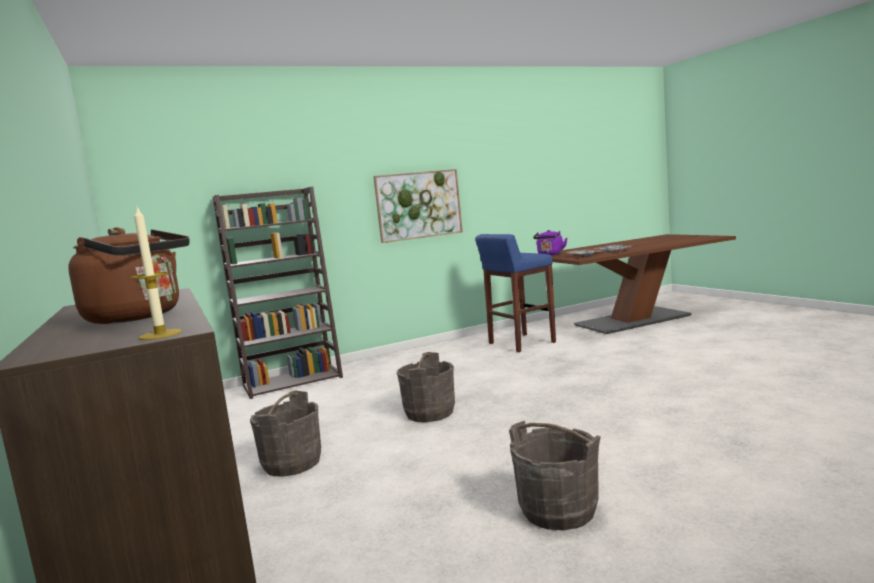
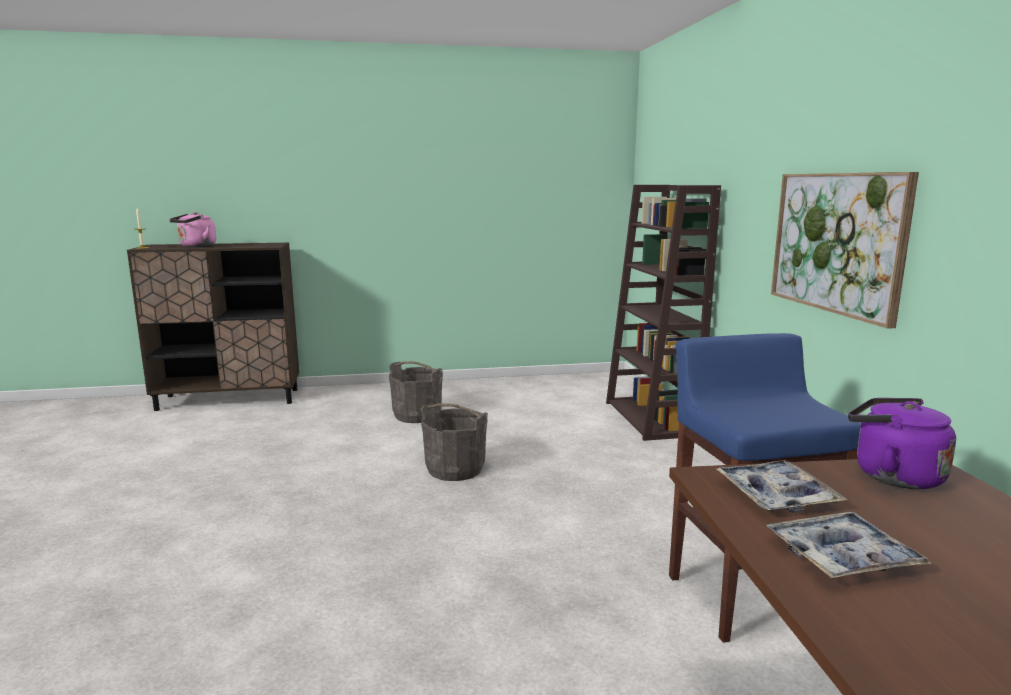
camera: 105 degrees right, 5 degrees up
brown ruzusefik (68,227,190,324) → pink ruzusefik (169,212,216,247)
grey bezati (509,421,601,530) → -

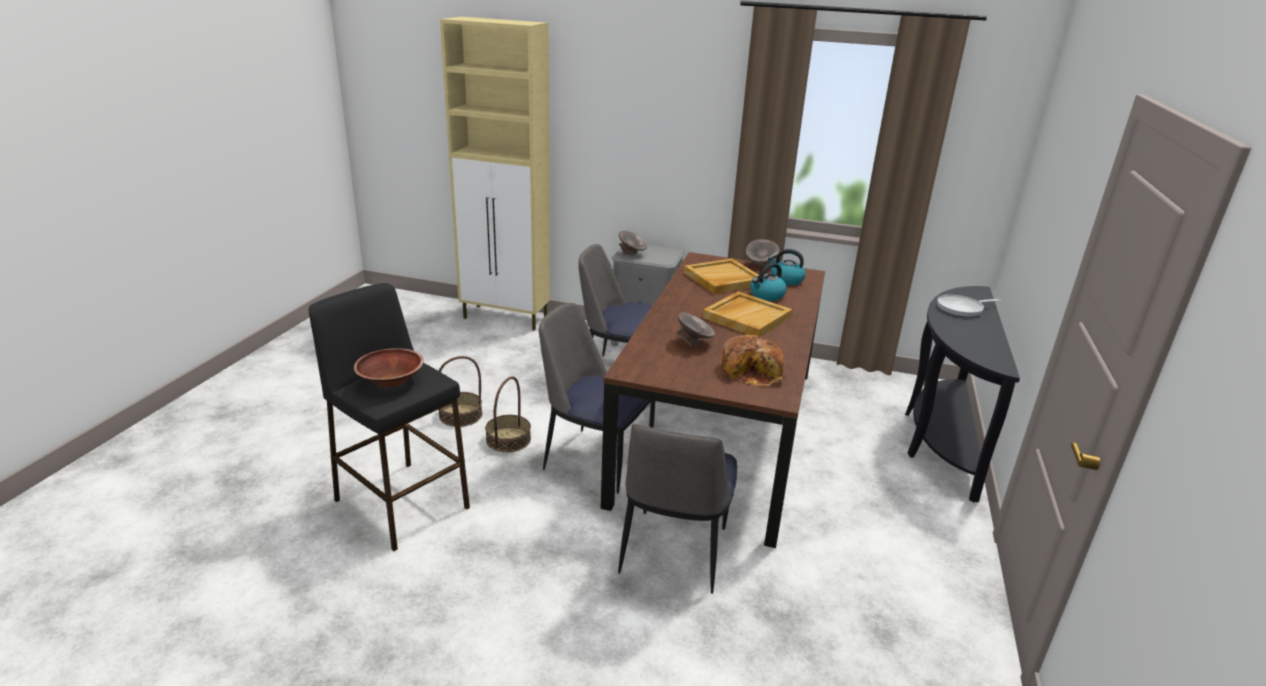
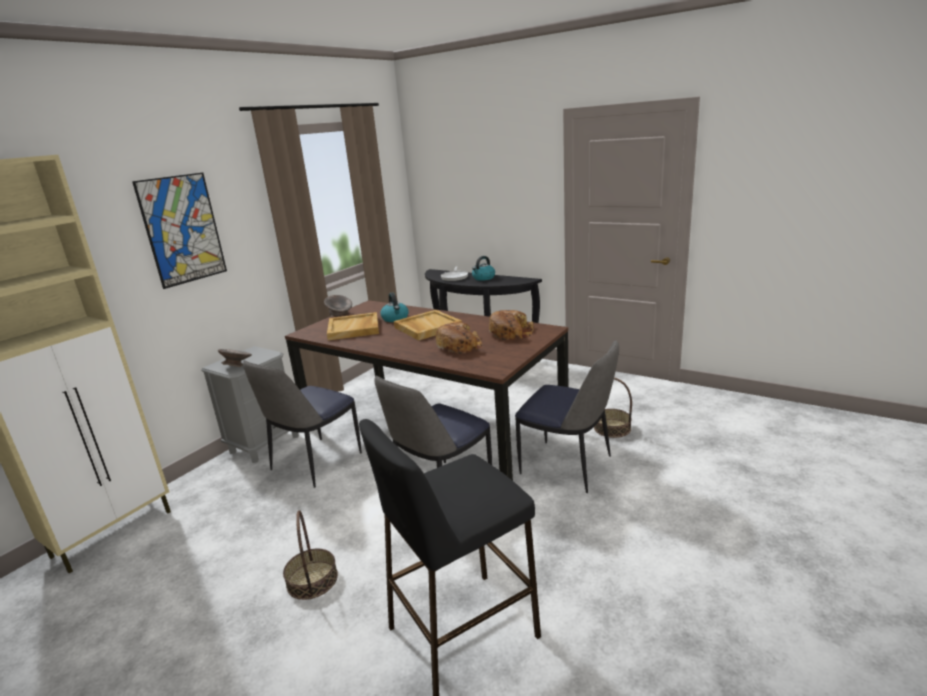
camera: 70 degrees left, 5 degrees down
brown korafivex (354,348,424,388) → -
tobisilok (485,377,531,452) → tobisilok (594,377,632,438), shifted
grey korafivex (676,312,715,346) → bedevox (436,322,483,354)
ruzusefik (768,249,806,285) → ruzusefik (472,256,495,281), shifted
- → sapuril (132,172,227,289)

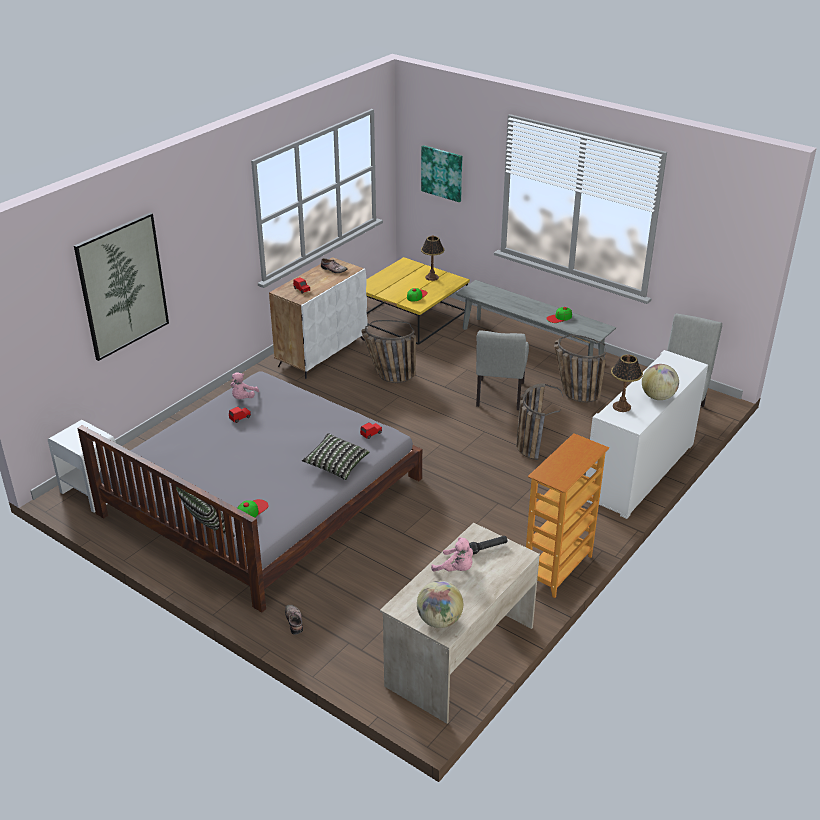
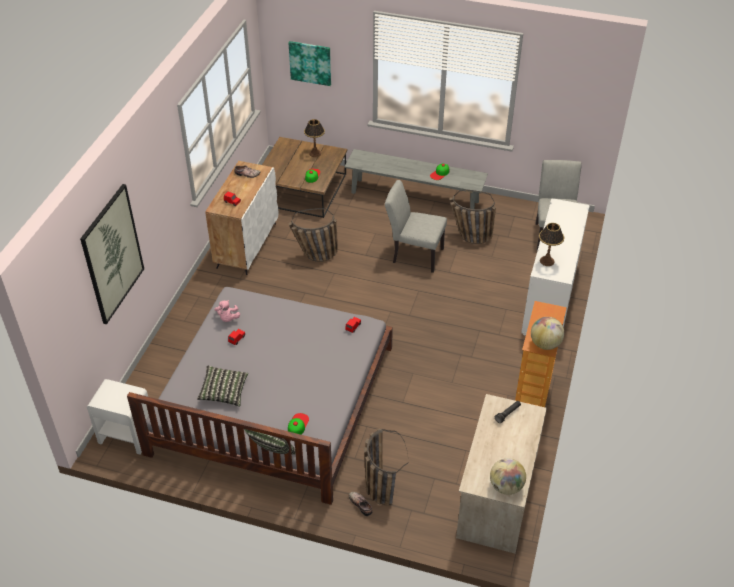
camera: 20 degrees left, 10 degrees up
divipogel (302,433,370,480) → divipogel (197,365,248,407), shifted
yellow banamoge (366,257,470,345) → brown banamoge (262,137,347,218)
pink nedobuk (431,537,473,572) → -
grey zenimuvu (476,330,529,410) → grey zenimuvu (385,180,447,273), 120 degrees clockwise
tobisilok (516,383,563,460) → tobisilok (364,429,408,506), shifted
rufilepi (642,364,679,400) → rufilepi (531,317,564,350), shifted

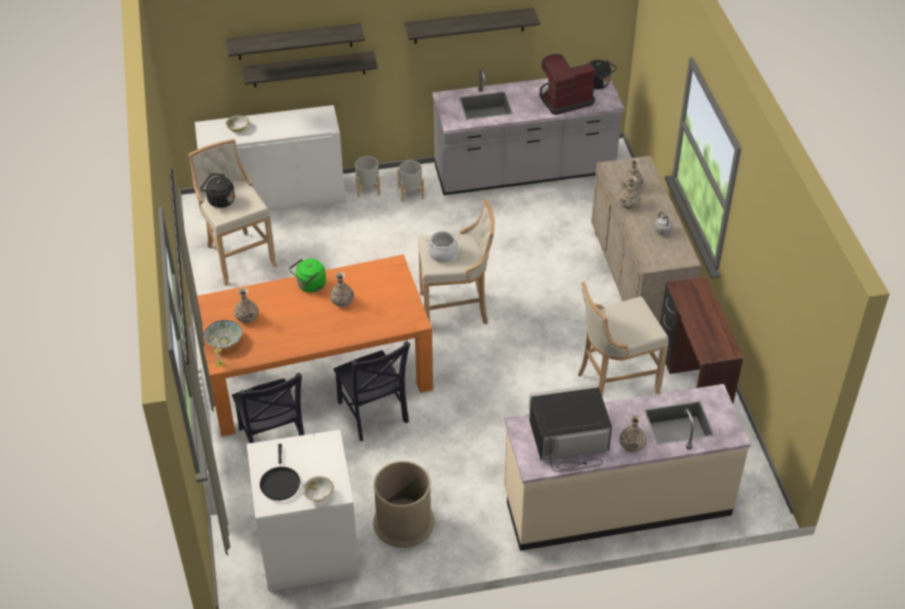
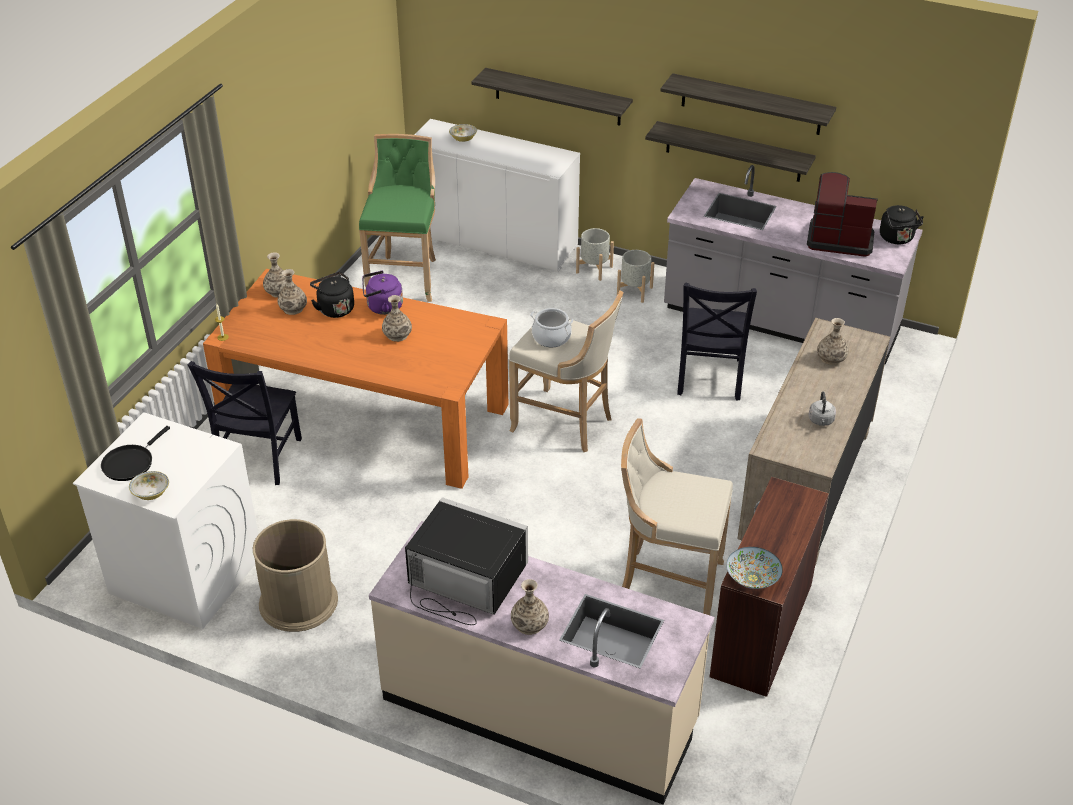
camera: 35 degrees right, 5 degrees down
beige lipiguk (188,139,277,286) → green lipiguk (359,134,436,302)
black ruzusefik (200,173,235,208) → black ruzusefik (310,272,354,318), shifted
korafivex (204,320,242,348) → korafivex (727,547,783,589), shifted
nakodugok (226,23,365,60) → nakodugok (645,121,816,182), shifted
green ruzusefik (289,259,326,293) → purple ruzusefik (362,271,403,315)
black zenimuvu (333,341,410,441) → black zenimuvu (677,282,757,401), shifted
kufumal (618,176,641,210) → kufumal (263,252,286,298), shifted

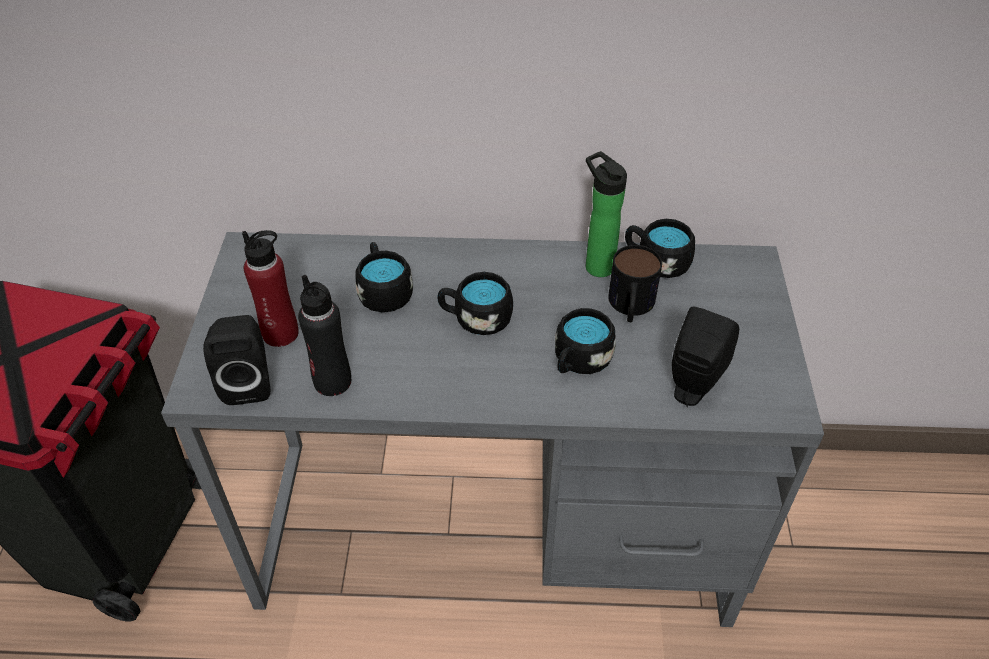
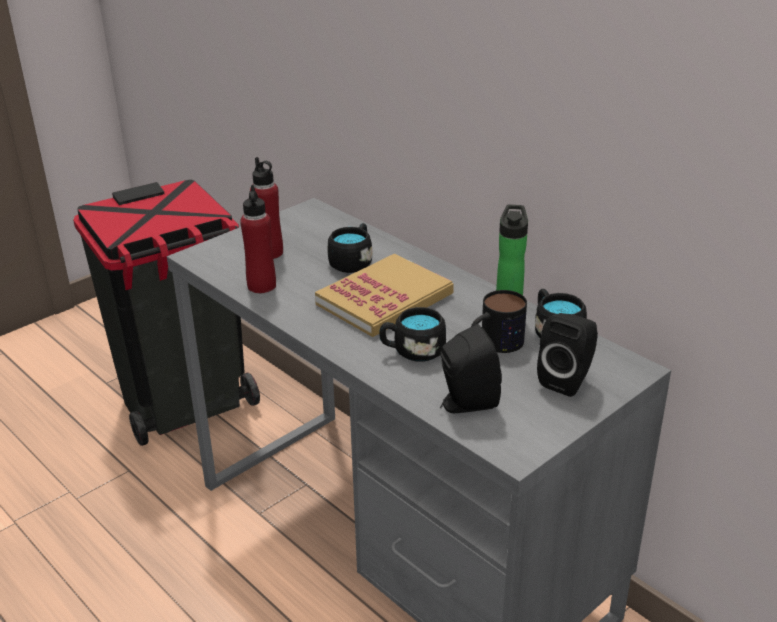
camera: 45 degrees right, 15 degrees down
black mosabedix (203,315,270,405) → black mosabedix (537,313,598,397), shifted
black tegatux (298,274,351,396) → red tegatux (240,185,276,293)
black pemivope (438,272,513,335) → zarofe (315,254,454,337)

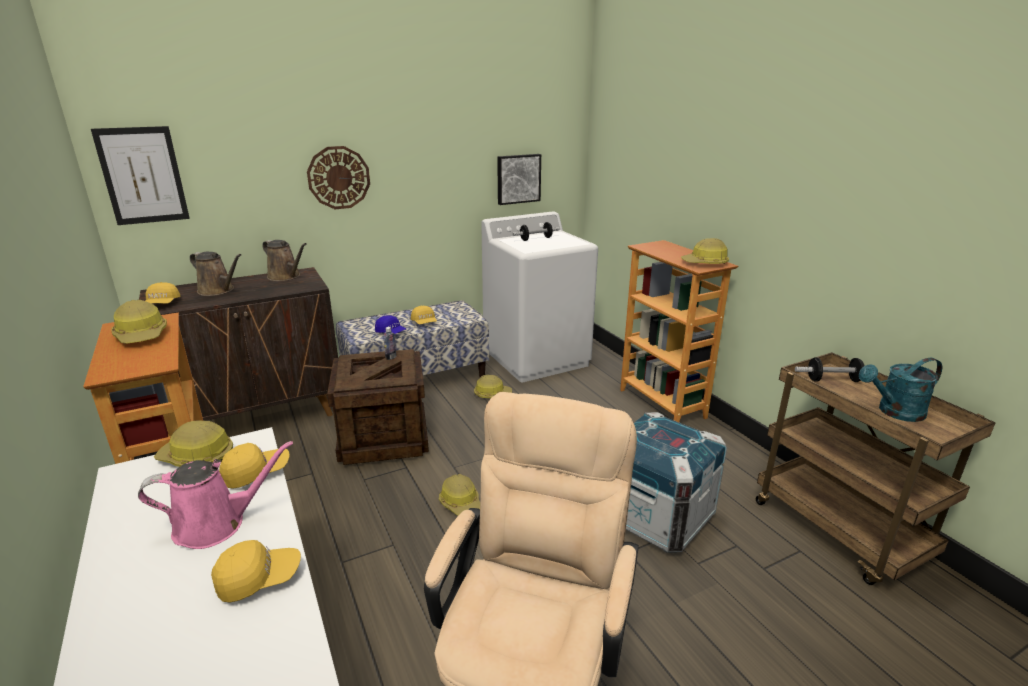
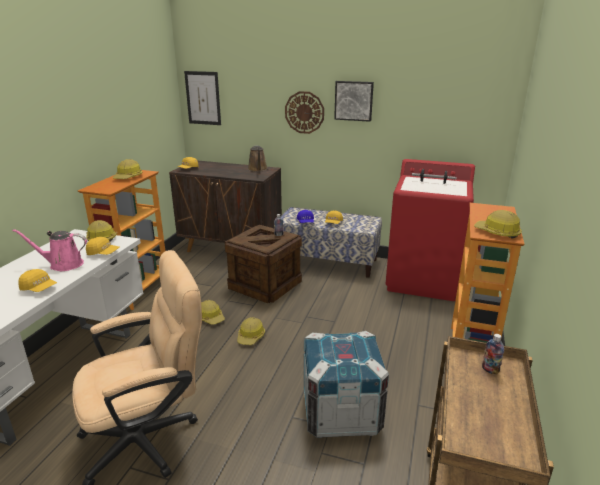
camera: 45 degrees right, 0 degrees up
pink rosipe (138,441,293,549) → pink rosipe (12,229,87,271), 150 degrees clockwise
brown rosipe (190,252,241,296) → -
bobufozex (474,375,512,398) → bobufozex (201,300,225,325), shifted
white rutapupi (481,211,598,382) → red rutapupi (386,159,475,301)
sapuril (497,154,541,205) → sapuril (334,81,374,122), shifted
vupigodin (795,357,865,382) → tegatux (482,334,504,375)
turquoise rosipe (859,358,942,422) → -

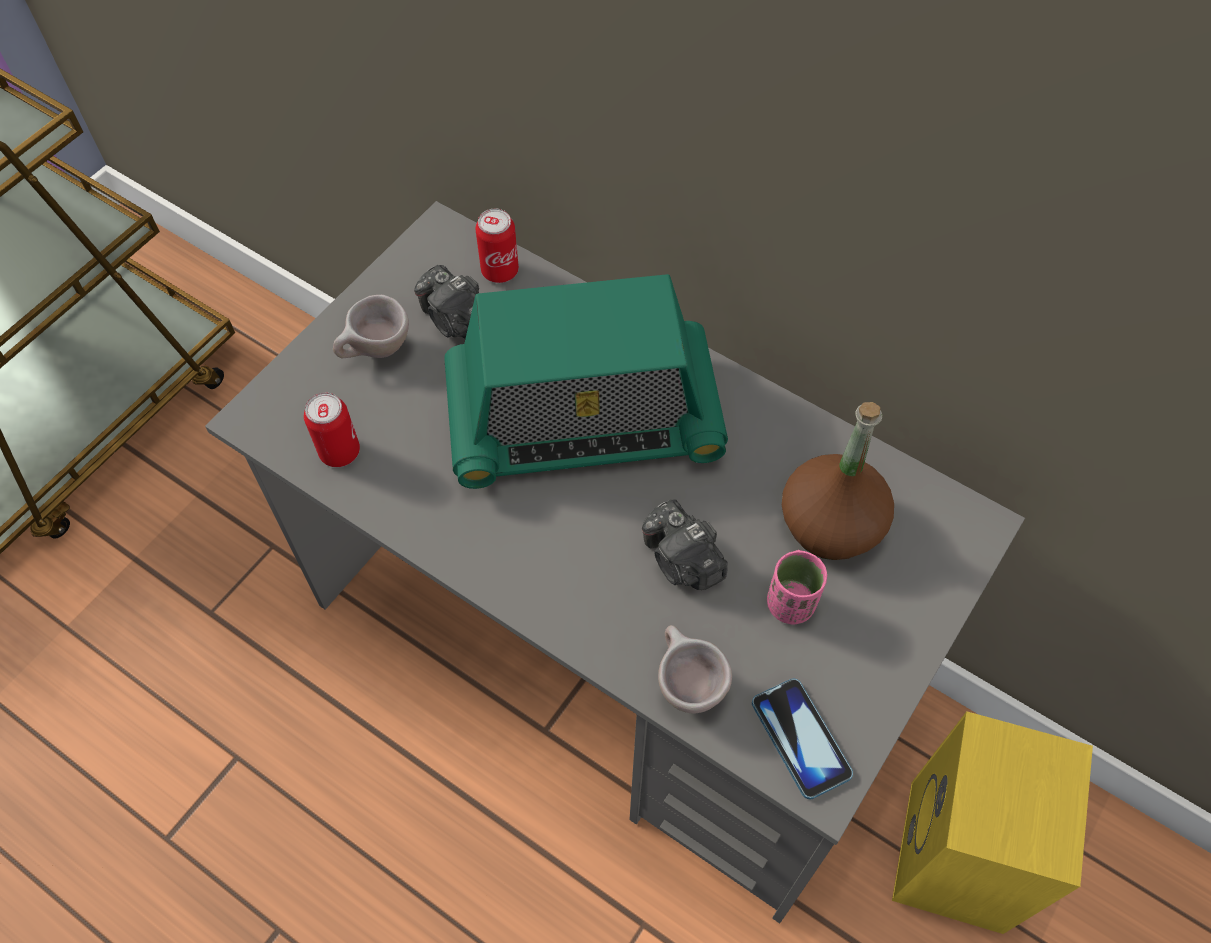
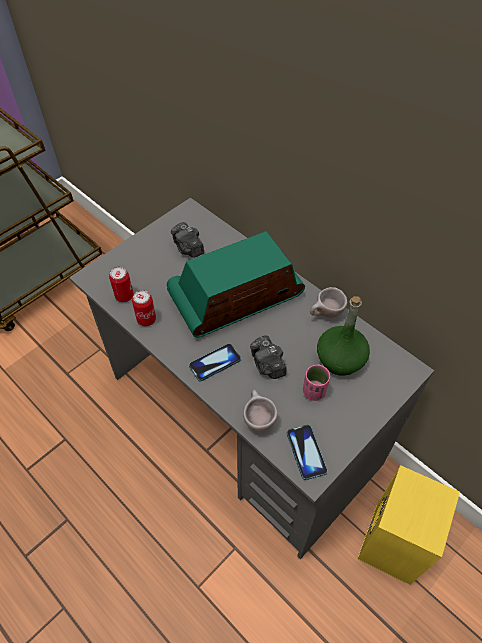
camera: 10 degrees right, 5 degrees down
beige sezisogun (333,295,409,358) → beige sezisogun (310,287,347,318), shifted
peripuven (444,274,728,489) → peripuven (167,231,305,338), 150 degrees clockwise
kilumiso (475,209,519,283) → kilumiso (132,290,156,326), shifted
brown tegatux (782,402,894,560) → green tegatux (317,296,370,376)
- → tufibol (189,343,241,381)

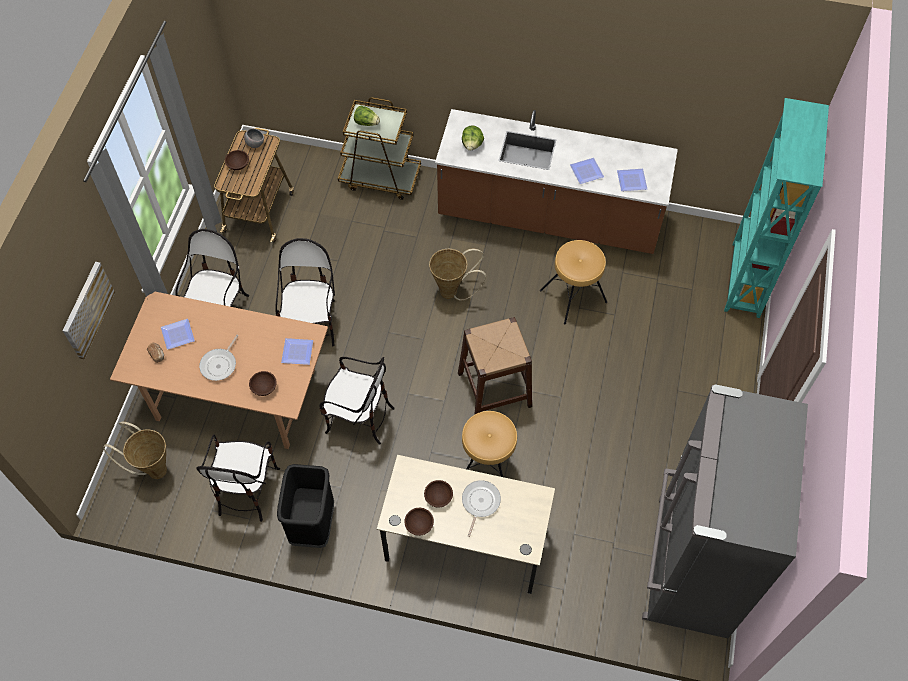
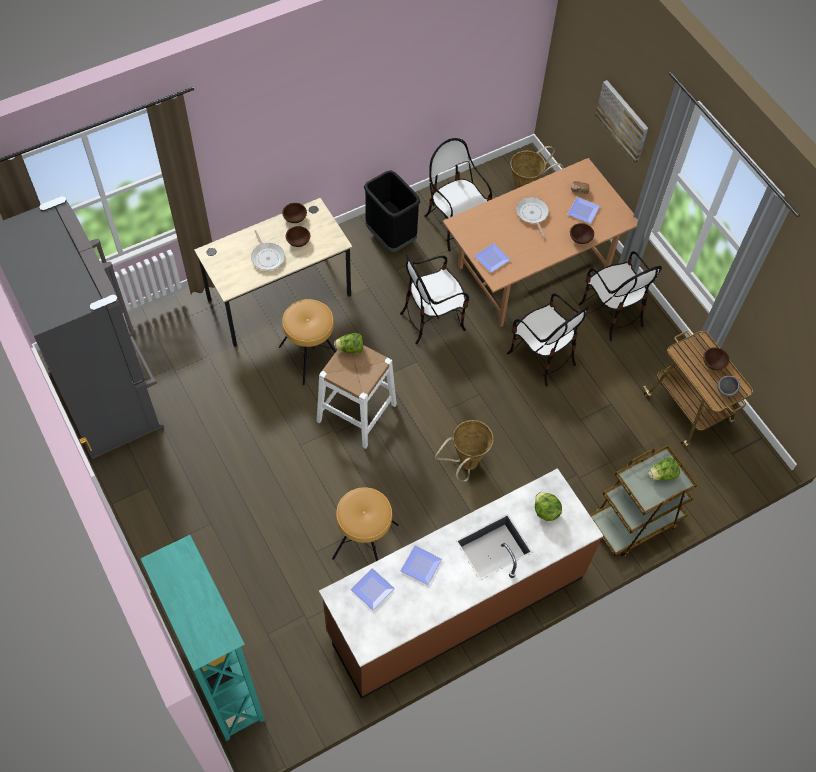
camera: 135 degrees right, 0 degrees up
brown korafivex (249,371,277,396) → brown korafivex (570,223,594,244), shifted
brown lipiguk (458,317,532,415) → white lipiguk (316,345,397,449)
- → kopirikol (334,333,363,354)

